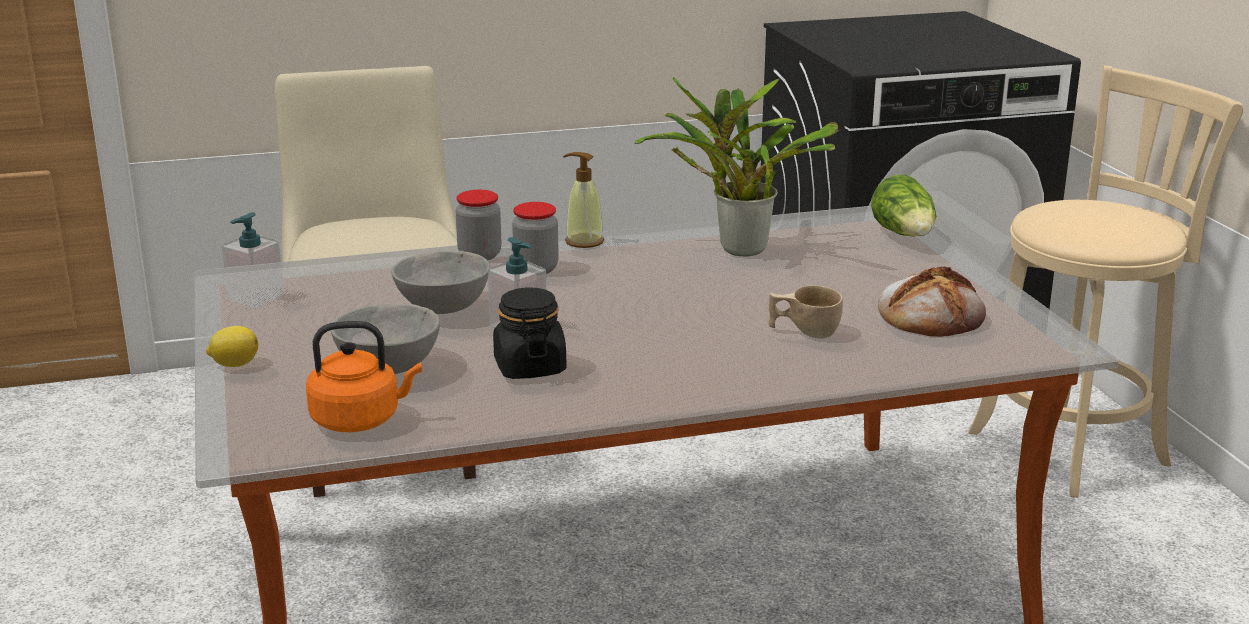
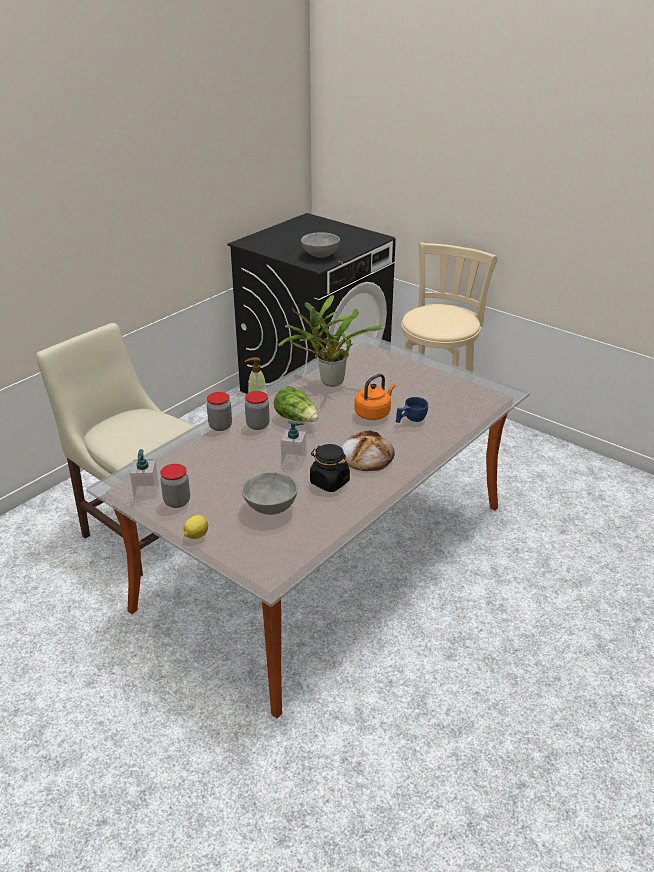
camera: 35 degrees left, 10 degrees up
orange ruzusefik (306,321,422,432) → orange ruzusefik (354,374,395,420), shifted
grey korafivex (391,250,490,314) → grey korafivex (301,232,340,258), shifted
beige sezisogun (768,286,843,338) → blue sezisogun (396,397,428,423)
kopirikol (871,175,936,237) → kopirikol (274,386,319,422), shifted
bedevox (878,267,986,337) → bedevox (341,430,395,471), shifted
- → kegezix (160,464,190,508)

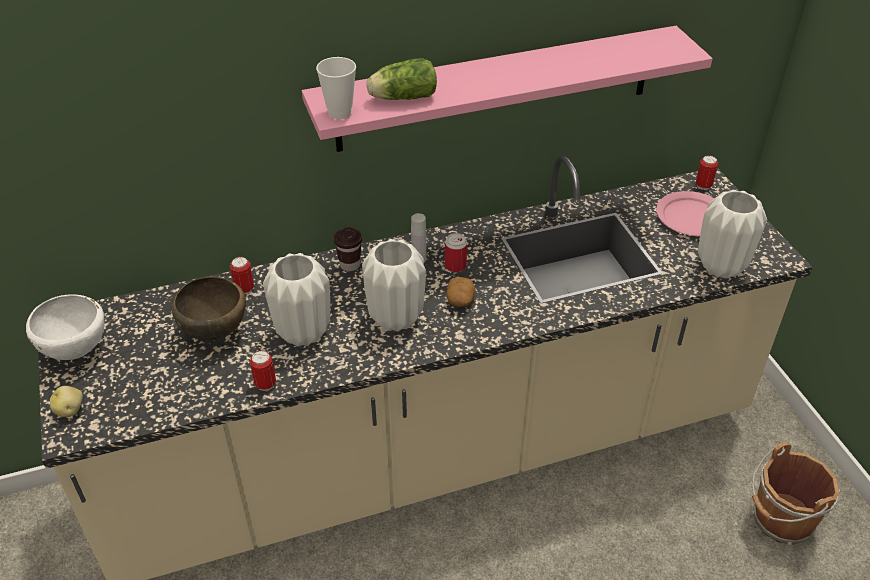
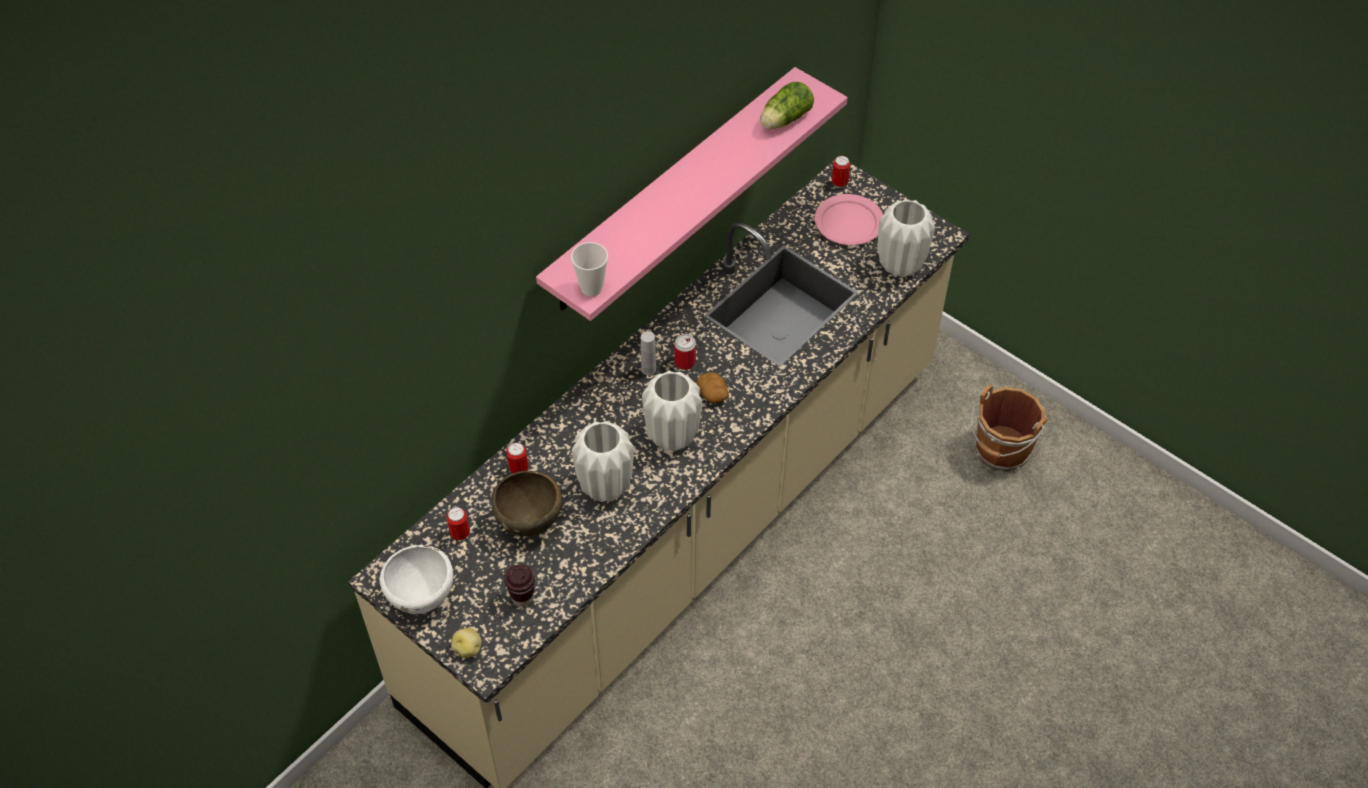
camera: 30 degrees left, 10 degrees up
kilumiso (250,351,276,391) → kilumiso (446,507,470,541), shifted
brown sezisogun (334,227,362,271) → brown sezisogun (504,564,535,607), shifted
kopirikol (366,58,437,100) → kopirikol (760,82,814,129), shifted

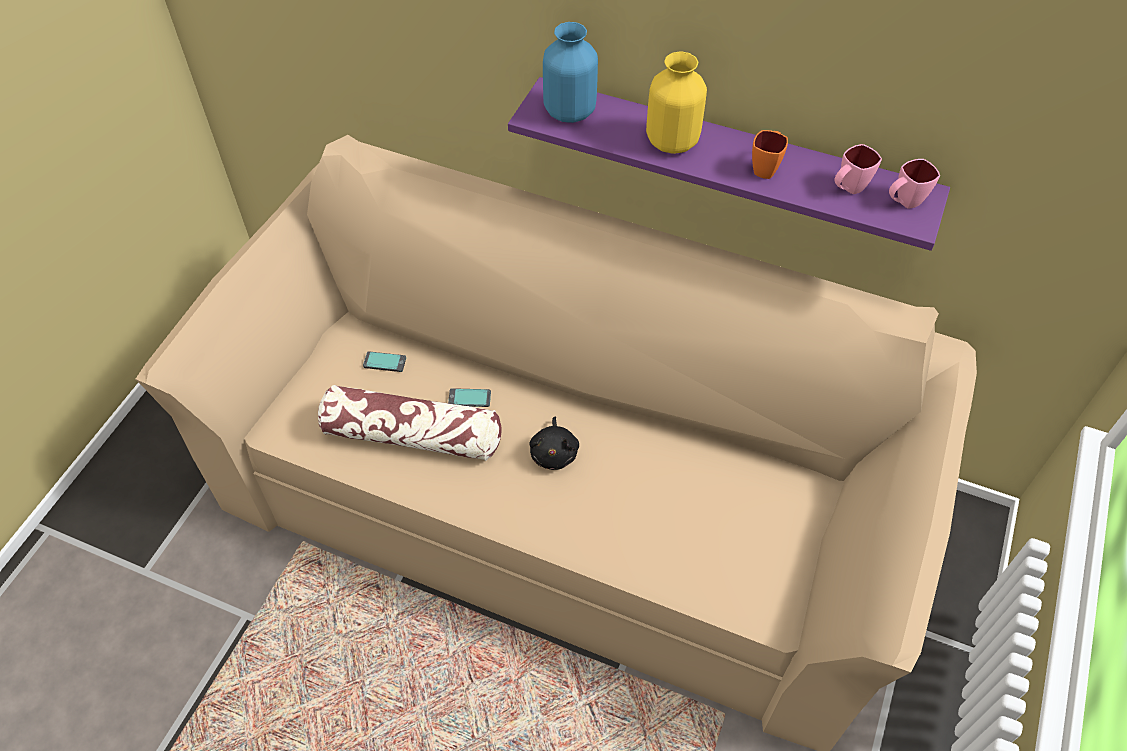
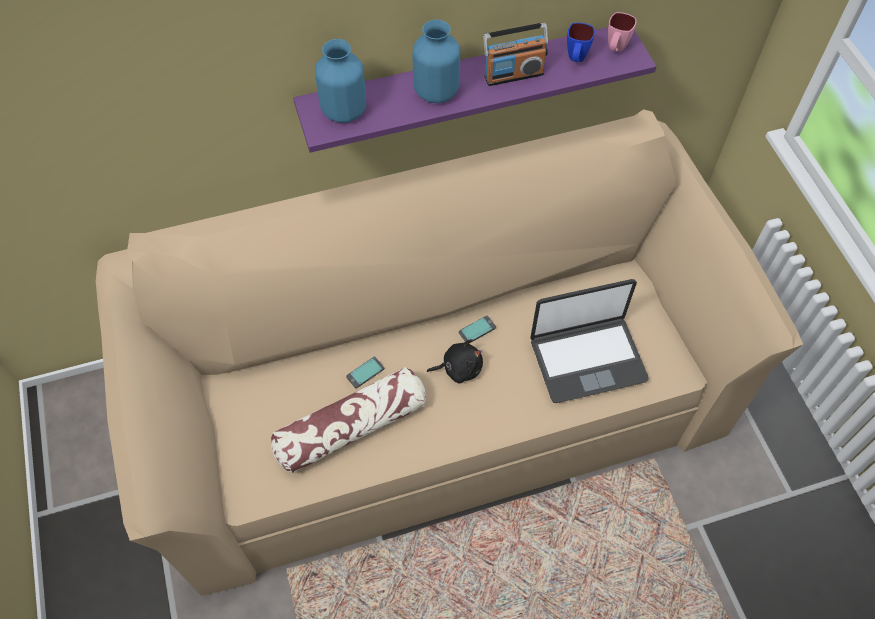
camera: 40 degrees left, 5 degrees up
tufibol (363,351,406,372) → tufibol (459,316,496,344), shifted
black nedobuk (529,417,579,470) → black nedobuk (427,339,483,383), 60 degrees counterclockwise
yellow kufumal (646,51,707,154) → blue kufumal (413,20,460,103)
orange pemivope (752,130,788,179) → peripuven (483,23,548,86)
pink pemivope (835,144,882,194) → blue pemivope (567,23,595,62)
- → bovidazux (530,279,648,403)

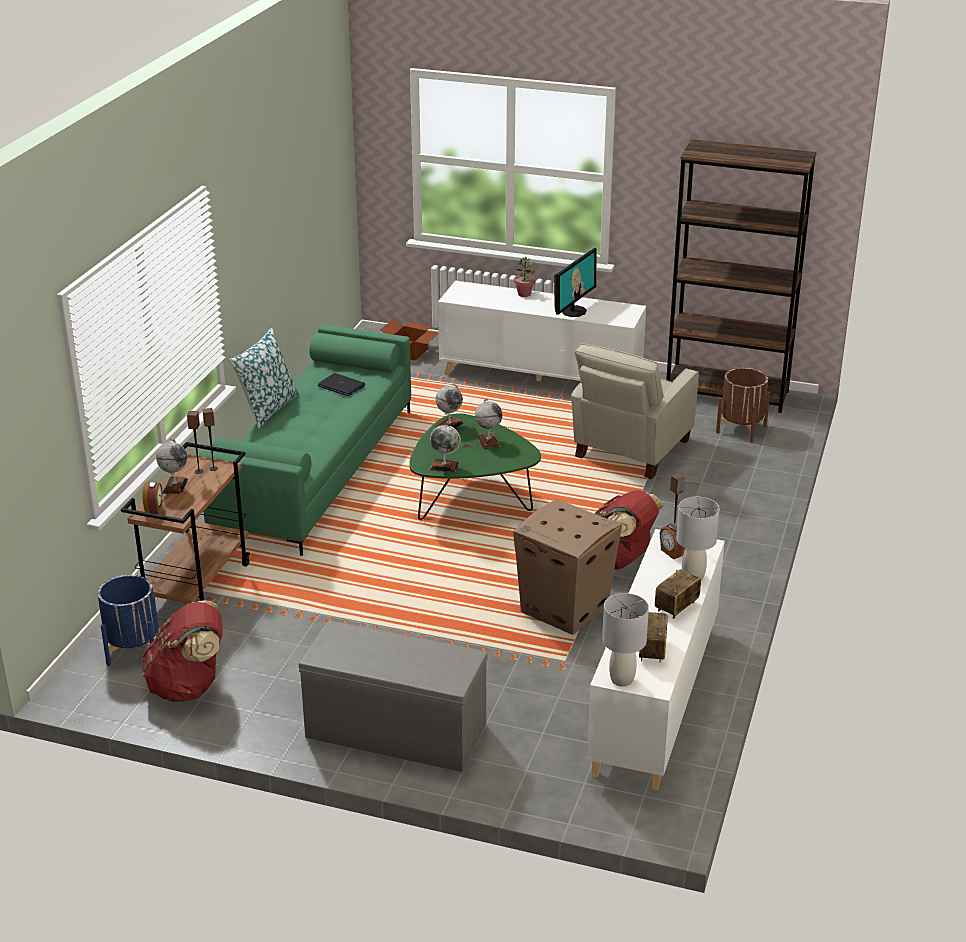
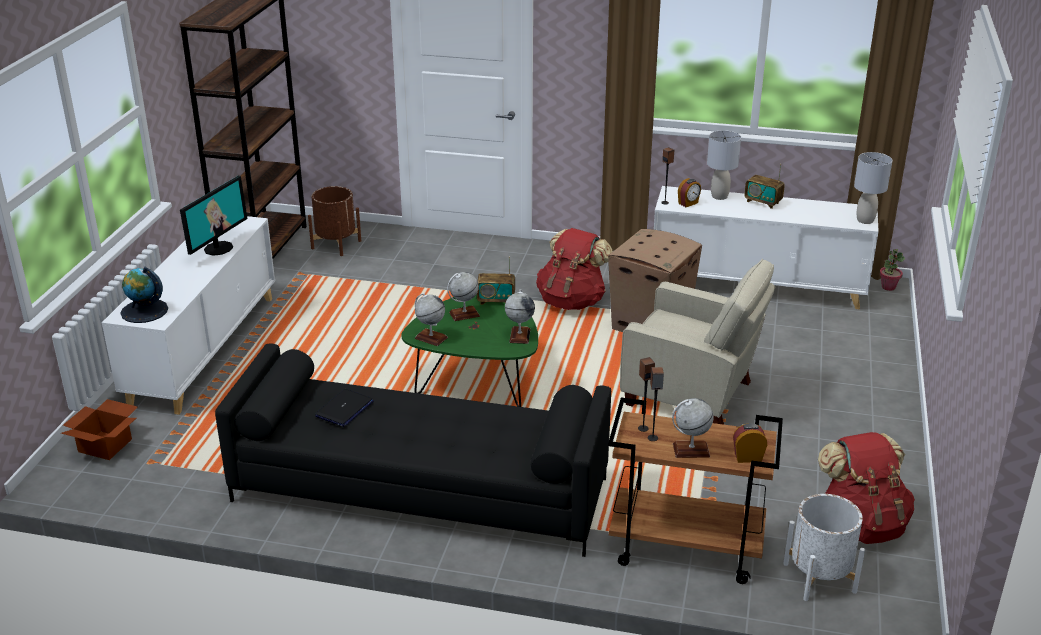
camera: 95 degrees left, 0 degrees up
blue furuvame (97,575,159,666) → white furuvame (783,494,865,601)
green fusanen (199,325,411,556) → black fusanen (215,343,611,557)
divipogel (229,328,300,429) → -
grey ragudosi (299,620,487,772) → -
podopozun (514,257,535,297) → podopozun (879,249,905,291), shifted
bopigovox (554,248,597,317) → bopigovox (180,176,247,256), 90 degrees clockwise
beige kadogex (571,343,699,479) → beige kadogex (620,259,775,425), shifted
peripuven (639,612,668,663) → peripuven (477,257,515,305), shifted
- → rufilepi (121,267,168,323)

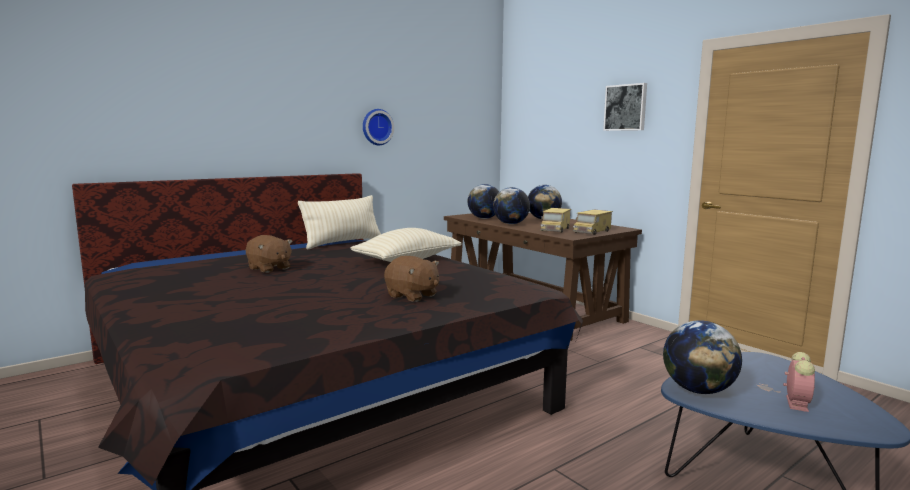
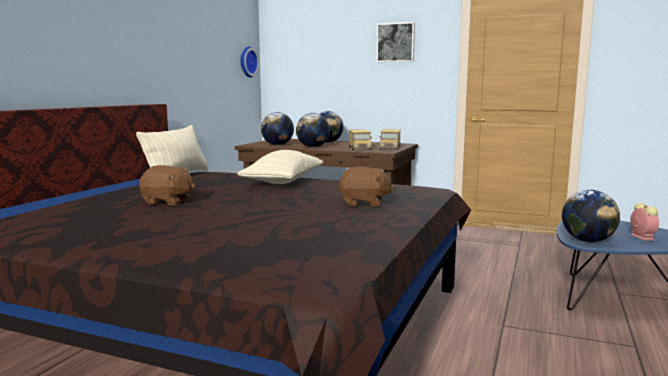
camera: 30 degrees left, 0 degrees up
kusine (363,109,394,145) → kusine (241,47,259,78), shifted

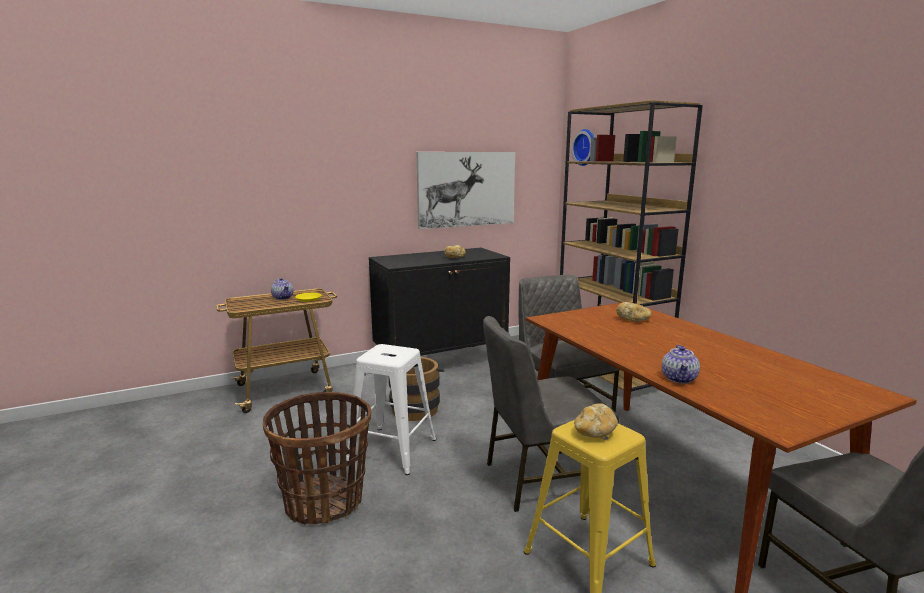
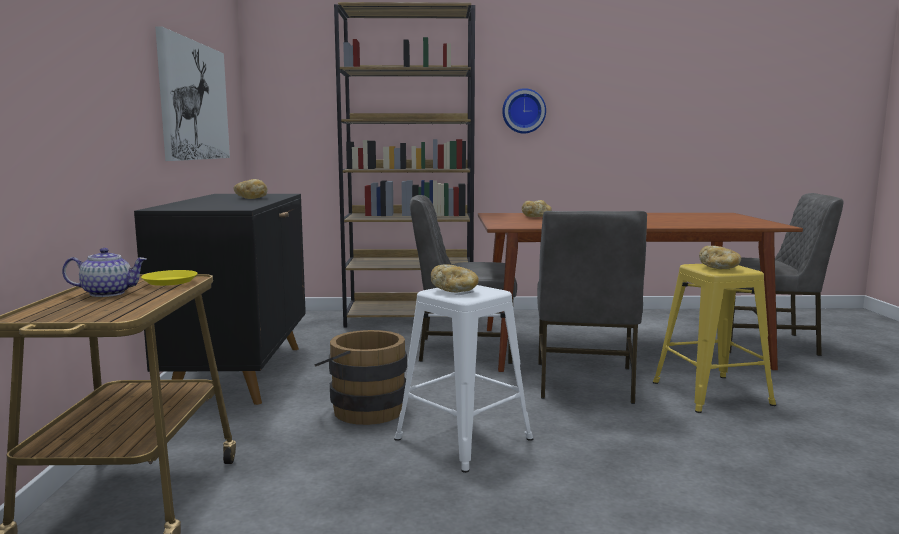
camera: 65 degrees left, 5 degrees down
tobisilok (263,392,371,525) → -
kusine (571,129,594,166) → kusine (502,88,546,133), shifted
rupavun (662,345,700,384) → -
- → bedevox (431,264,479,293)

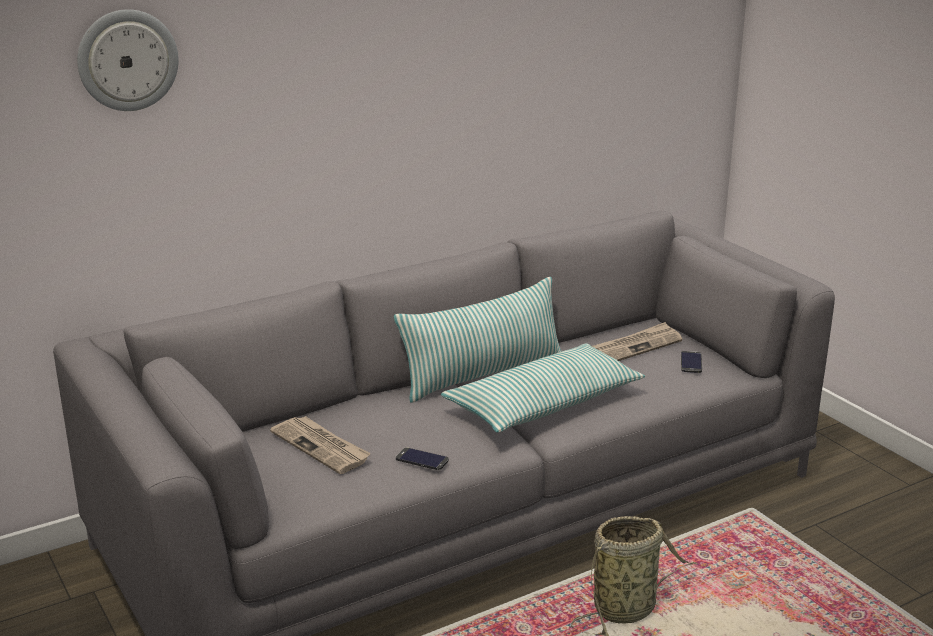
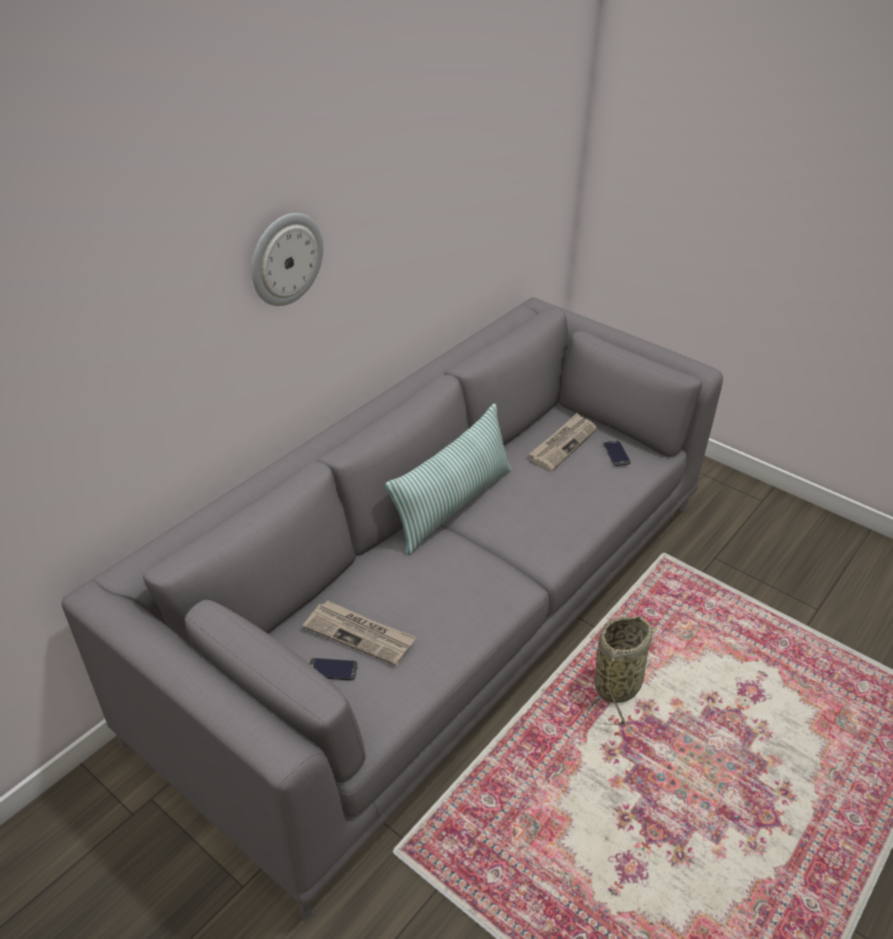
camera: 20 degrees left, 15 degrees up
kusine (77,9,179,111) → kusine (251,213,323,306), shifted
tufibol (396,448,449,470) → tufibol (309,658,358,680), shifted
divipogel (441,343,645,433) → -

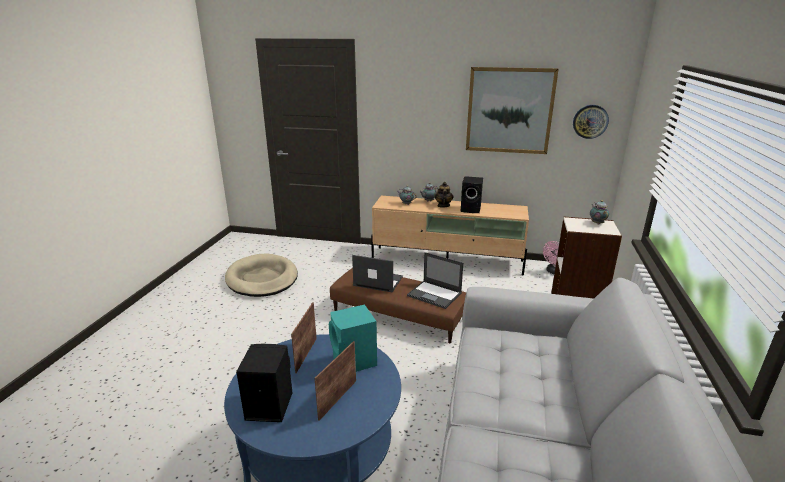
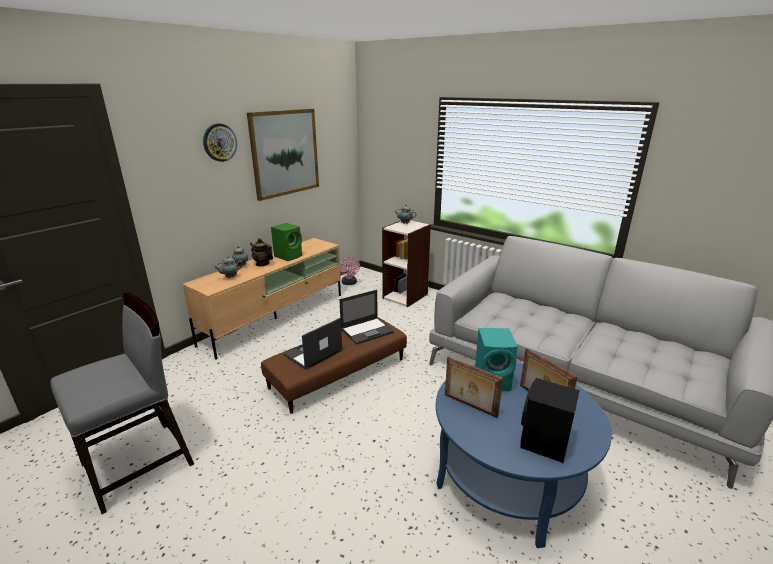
camera: 65 degrees left, 0 degrees up
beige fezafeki (225,253,298,297) → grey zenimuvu (50,293,194,514)
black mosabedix (460,176,483,213) → green mosabedix (271,223,302,261)
kusine (573,105,609,139) → kusine (203,124,237,162), shifted

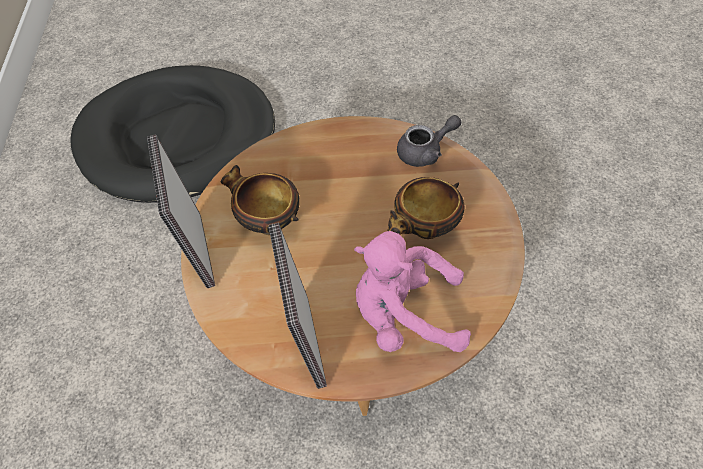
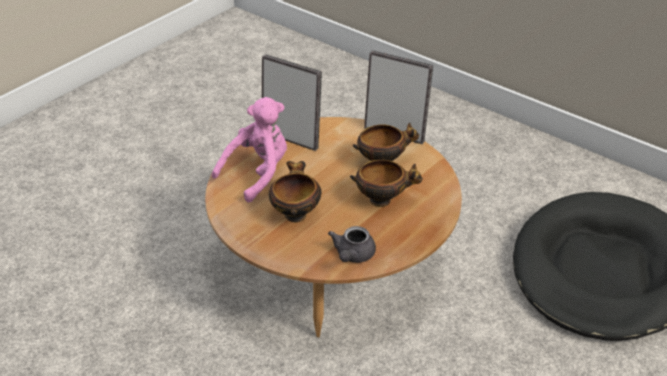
camera: 130 degrees right, 15 degrees down
- → korafivex (350,160,423,207)

